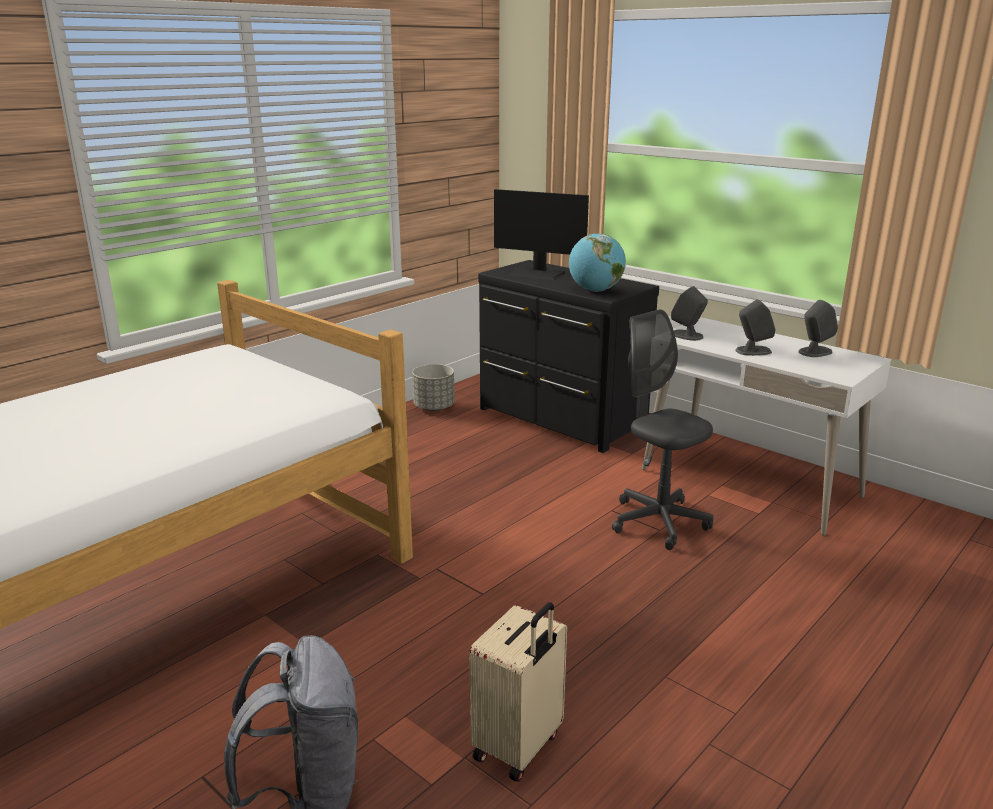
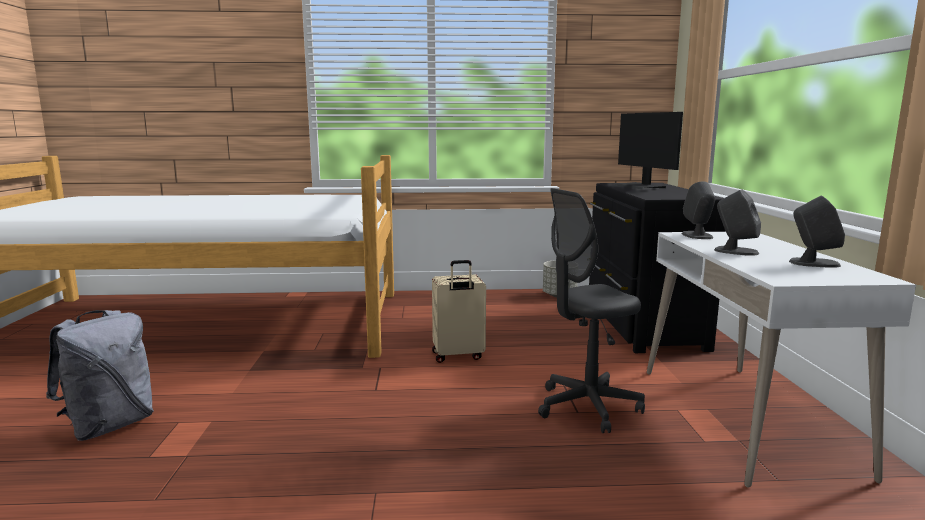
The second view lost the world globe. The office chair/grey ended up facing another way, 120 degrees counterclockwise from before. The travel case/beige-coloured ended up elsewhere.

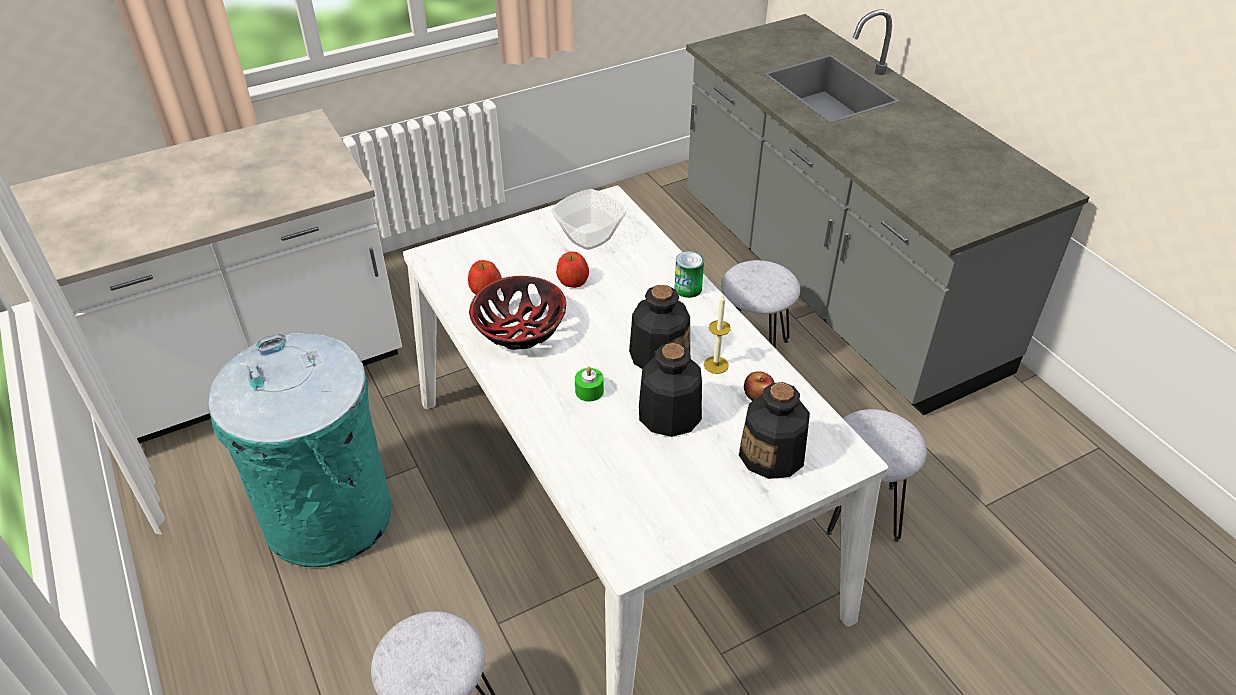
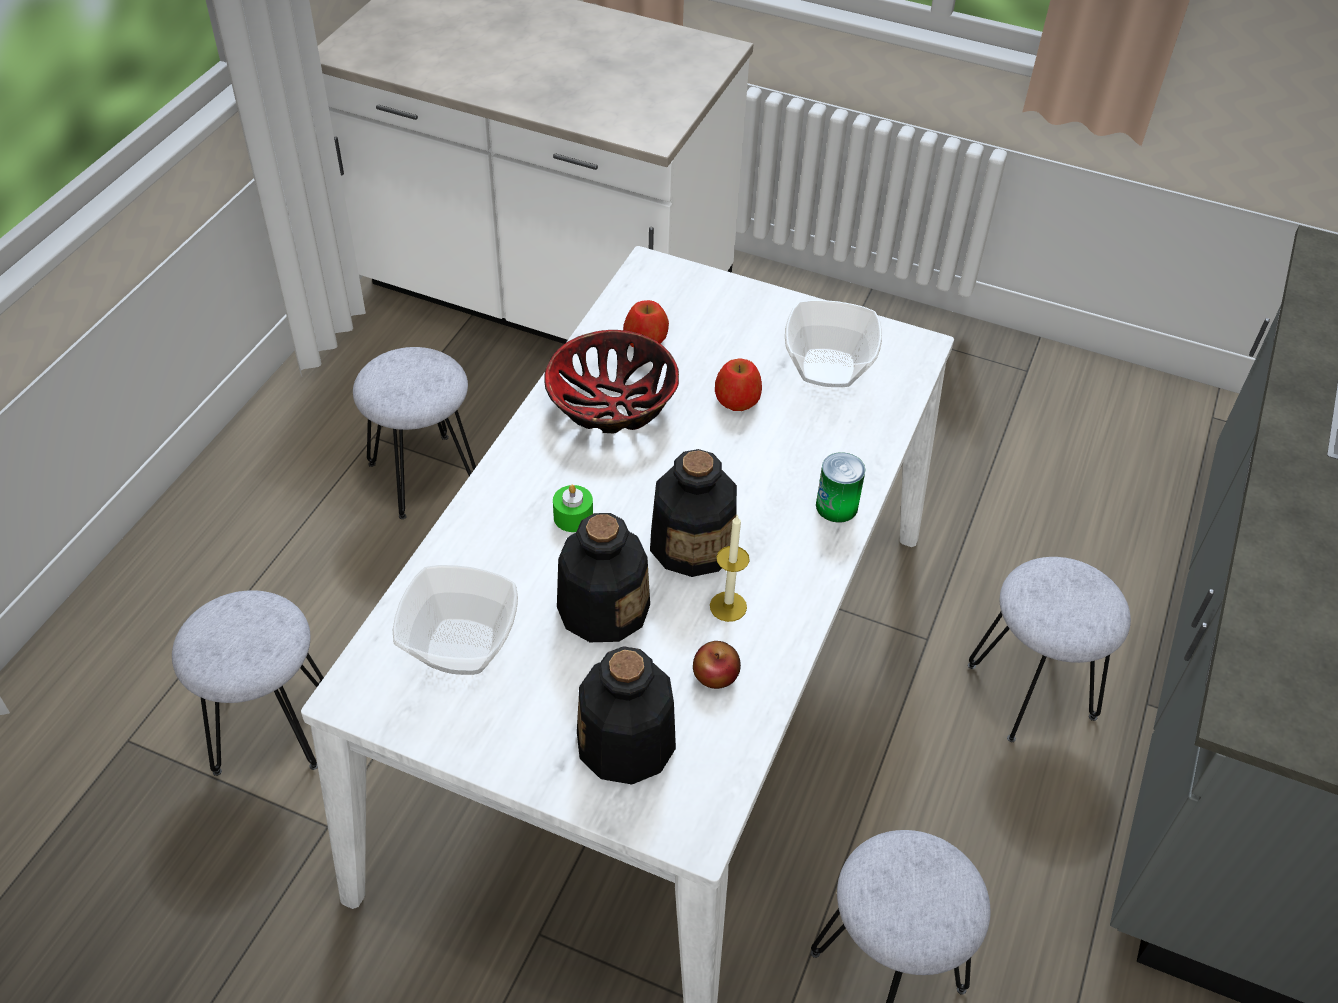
Where the trash can/blue-green stood, the sitting stool/grey (2nd from left) came to stand. The second view gained the bowl (1st from left).

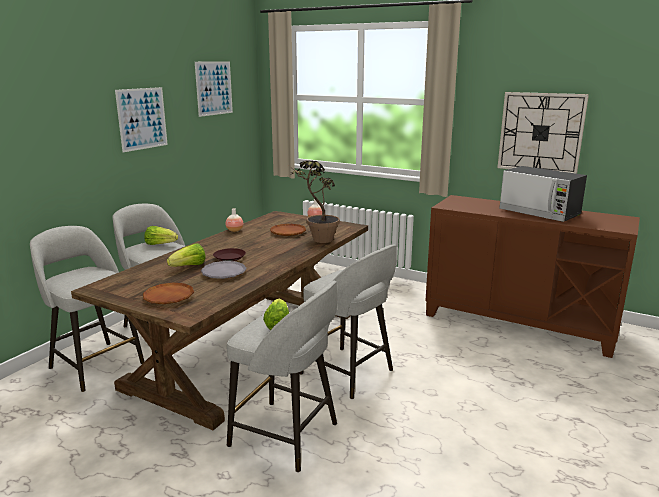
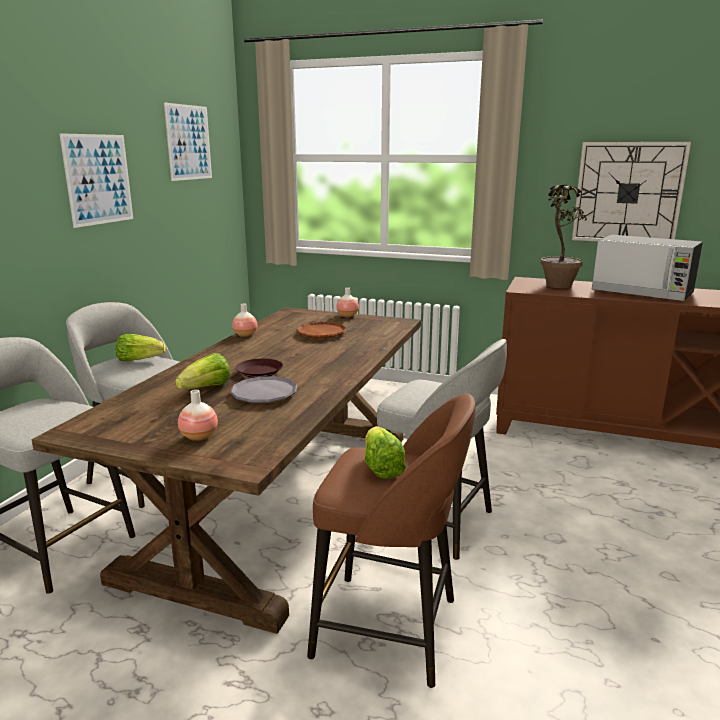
The plant in a pot ended up elsewhere. What was the sitting stool/grey (3rd from left) turned into the sitting stool/brown-coloured. Where the plate/brown-coloured (1st from left) stood, the vase (1st from left) came to stand.

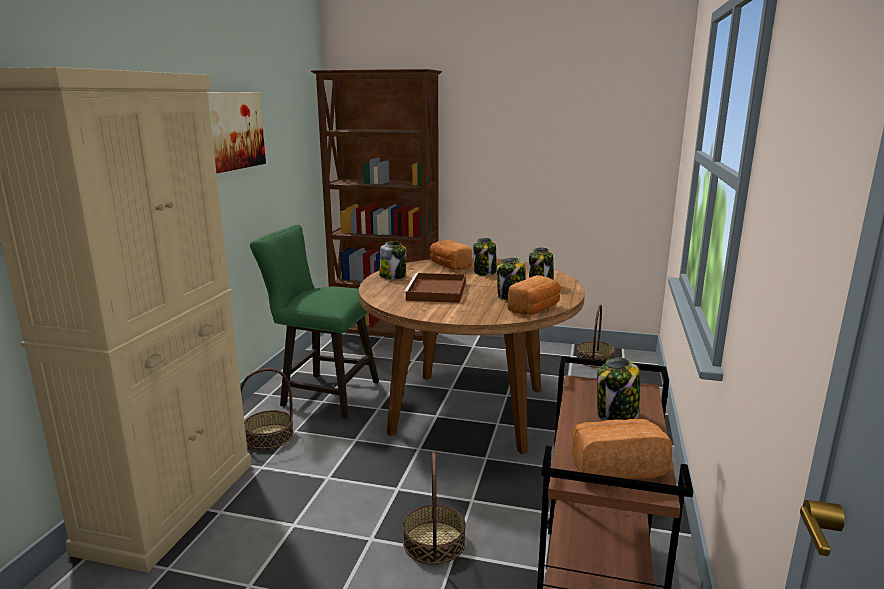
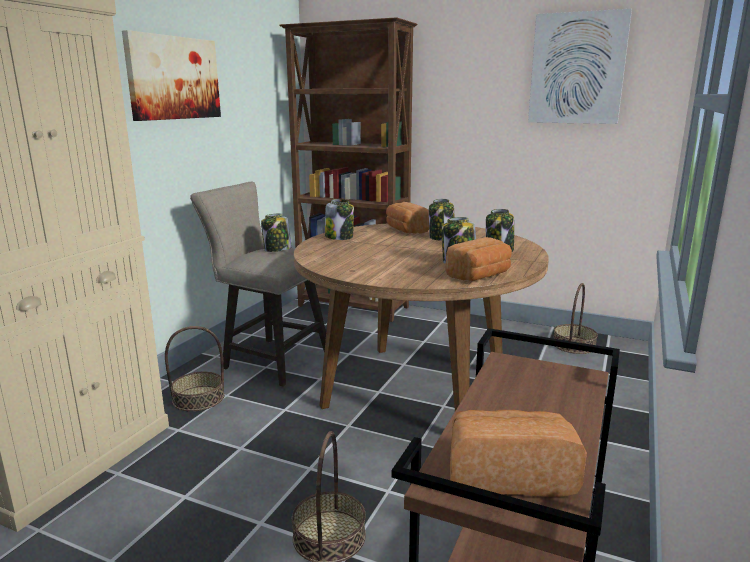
What was the sitting stool/green turned into the sitting stool/beige-coloured. The second view lost the carrying tray/brown-coloured. The jar (5th from left in the first image) ended up elsewhere. The second view gained the wall picture (2nd from left).

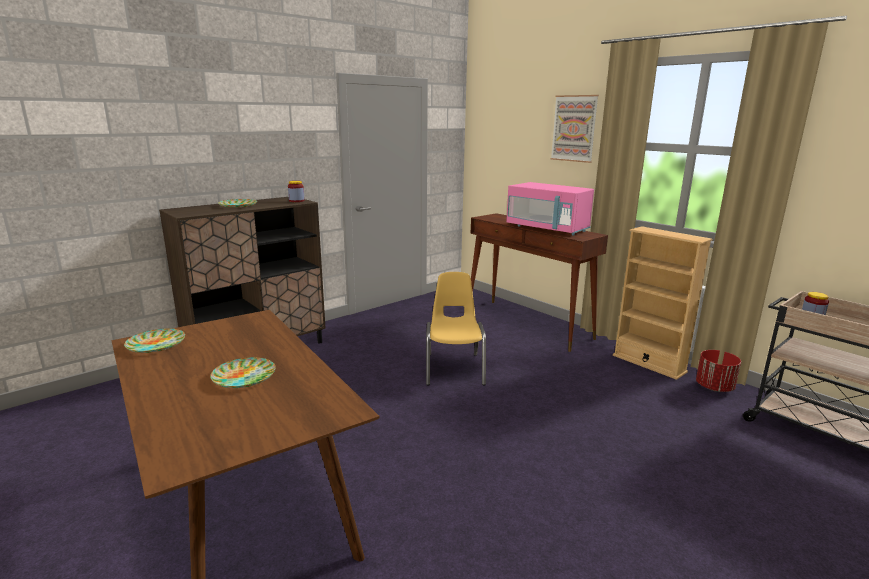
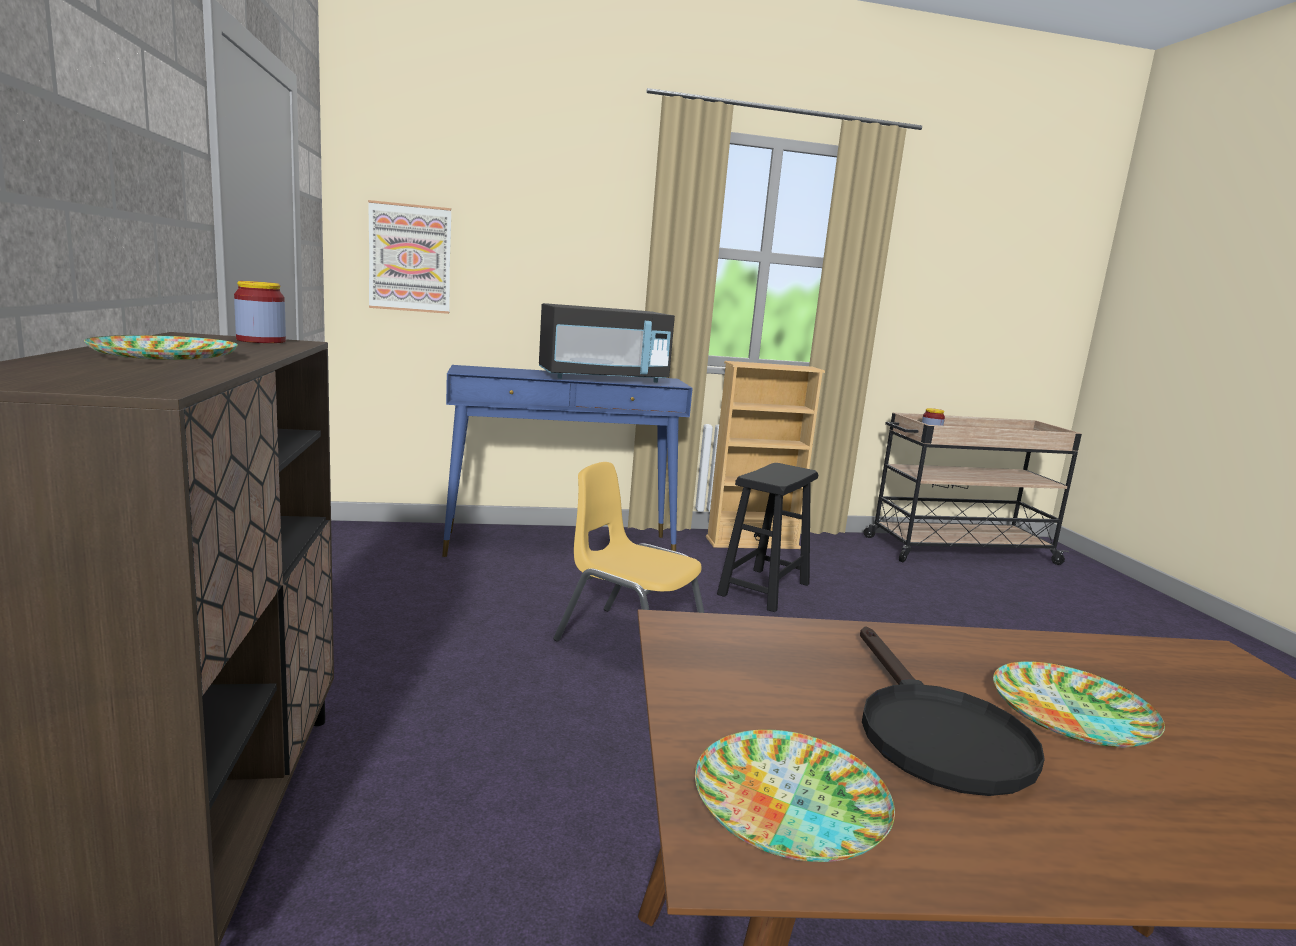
The wall picture ended up elsewhere. What was the microwave/pinkish turned into the microwave/black-coloured. What was the console table/brown-coloured turned into the console table/blue. The second view lost the flower pot/reddish. The second view gained the sitting stool/black-coloured. The second view gained the pan/black-coloured.

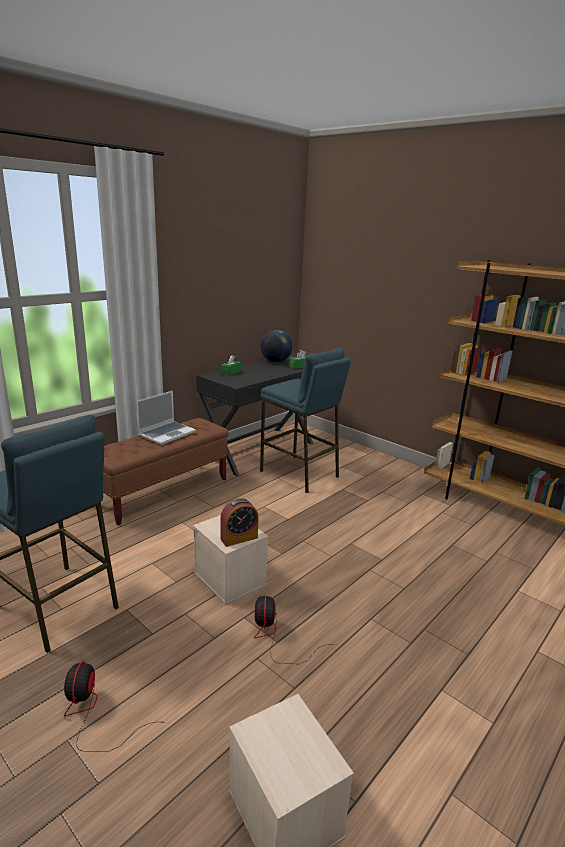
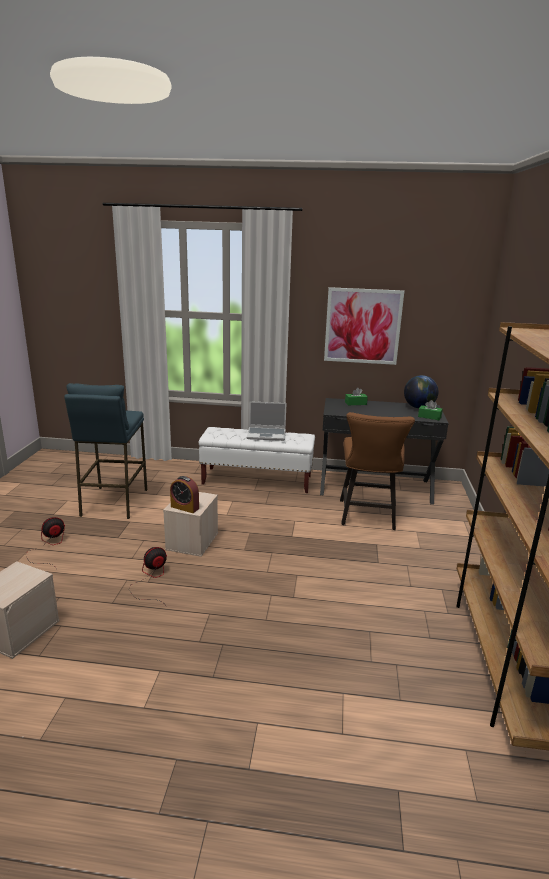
Where the sitting stool/blue (2nd from left) stood, the plain chair/brown-coloured came to stand. What was the bench/brown-coloured turned into the bench/white. The second view gained the wall picture.

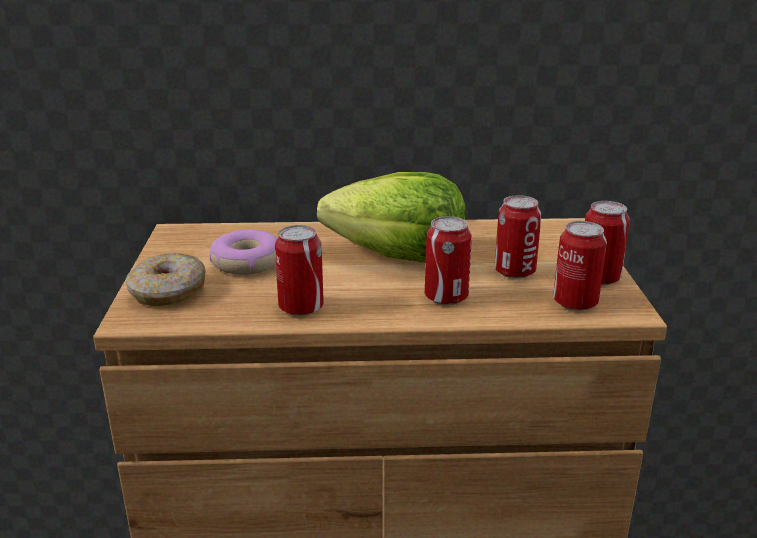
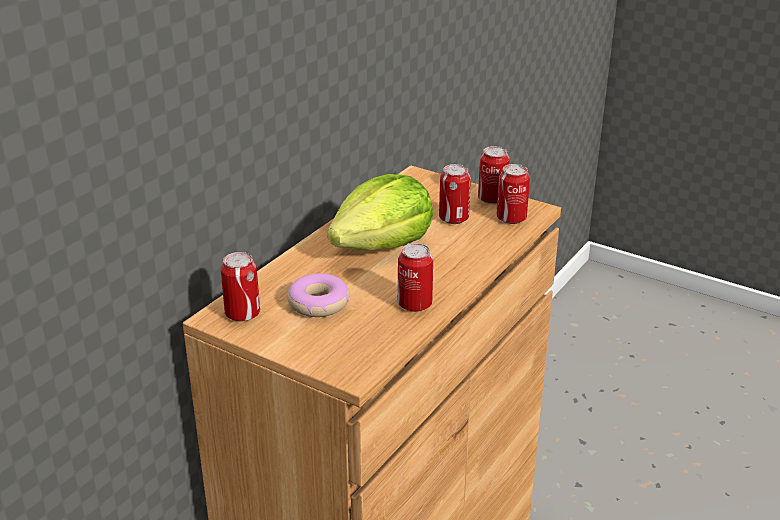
The metal can (2nd from left in the first image) ended up elsewhere. The second view lost the doughnut (1st from left).

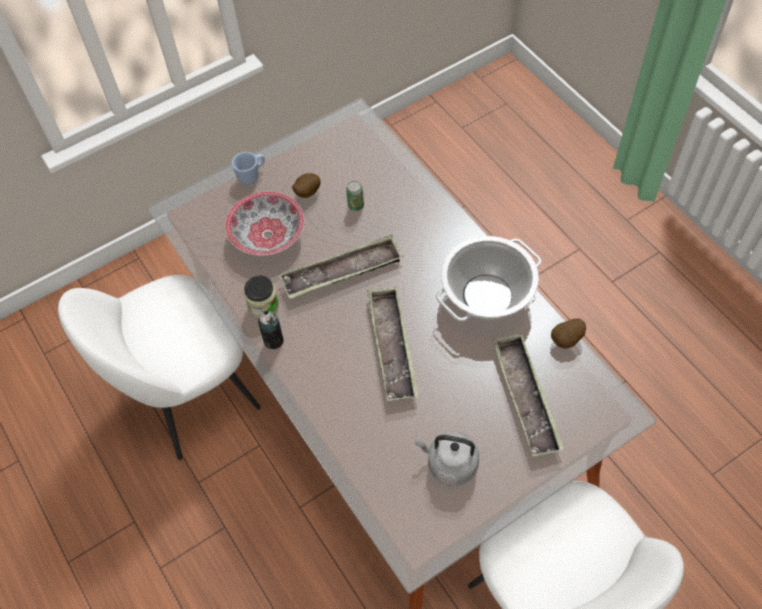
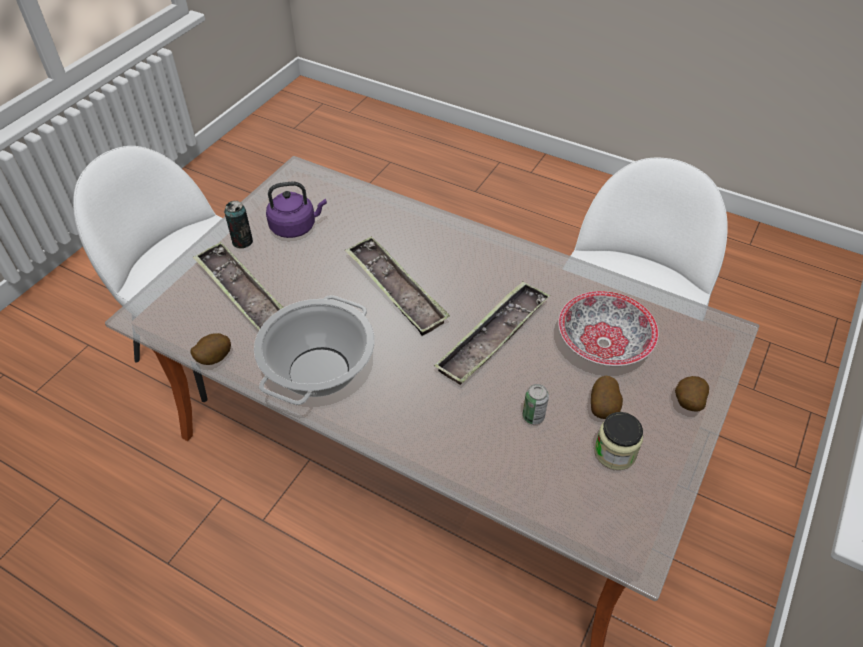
Where the mug/blue stood, the spud (3rd from left) came to stand. The jar ended up elsewhere. The metal can (1st from left) ended up elsewhere. What was the kettle/grey turned into the kettle/purplish.

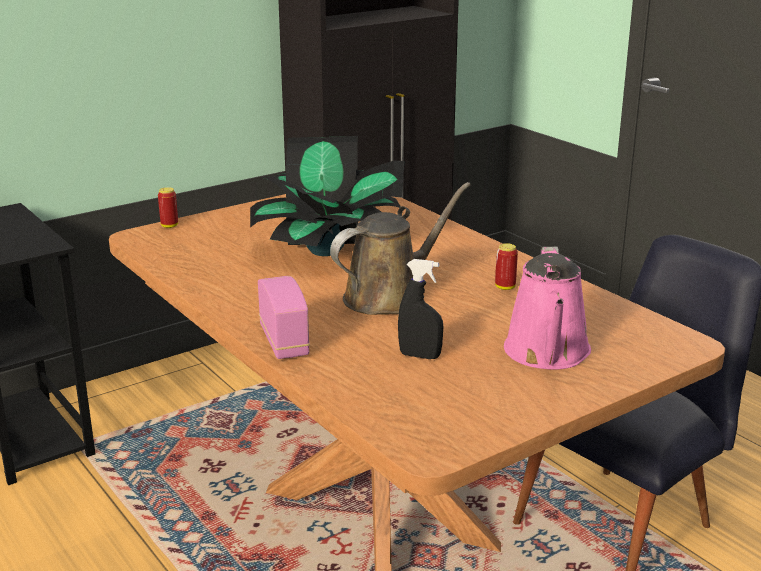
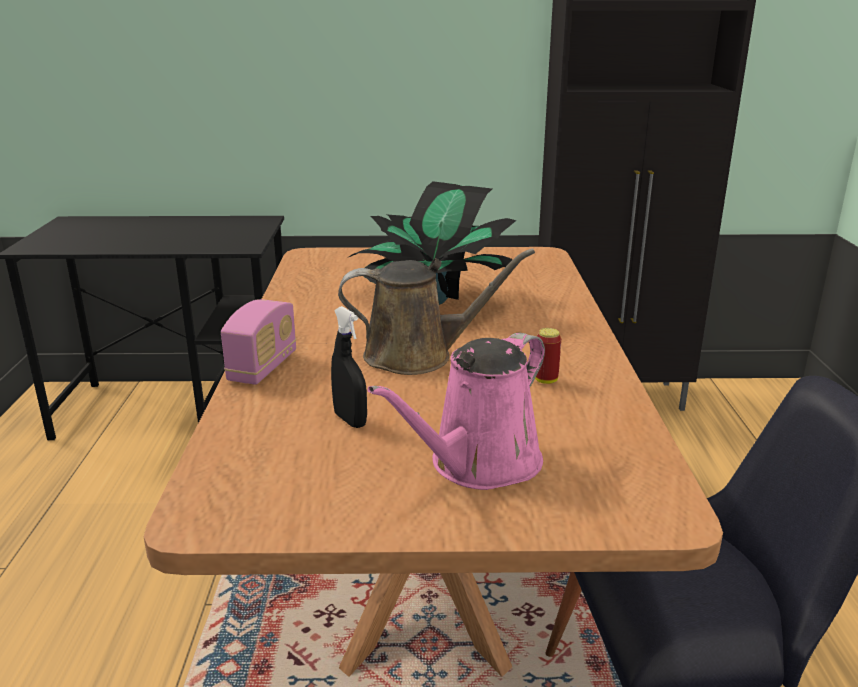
The second view lost the metal can (1st from left).

